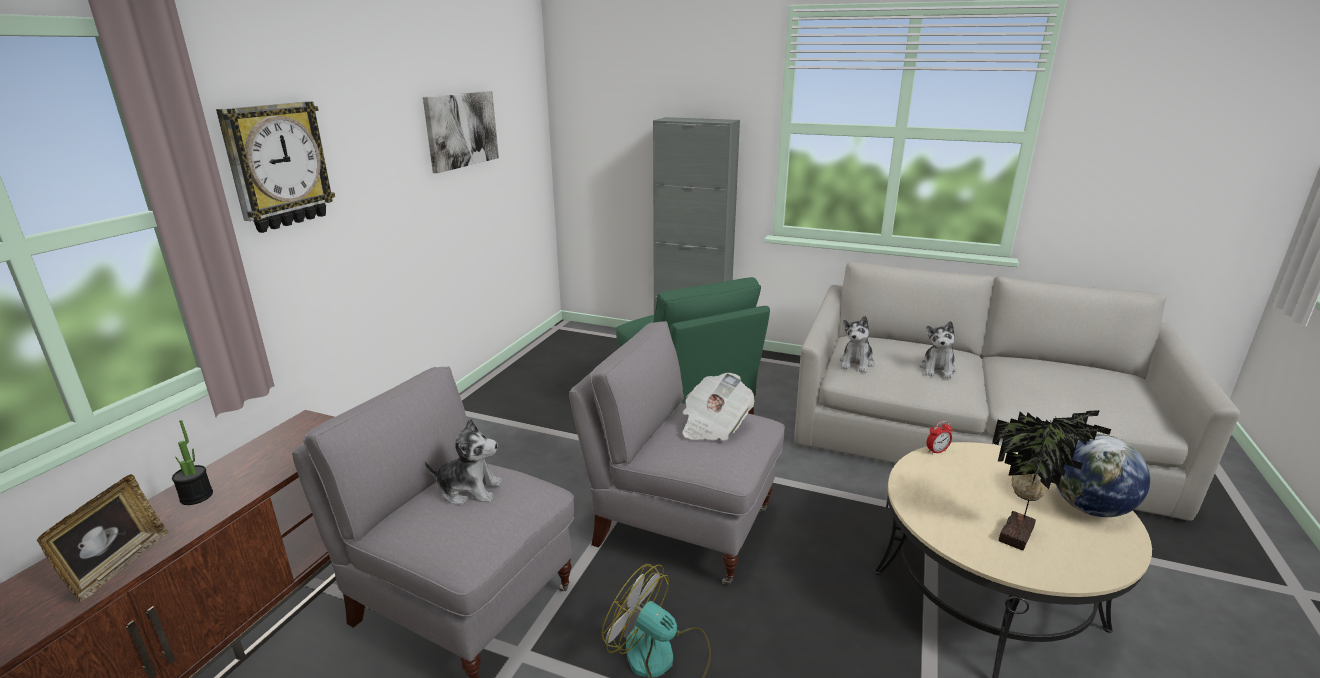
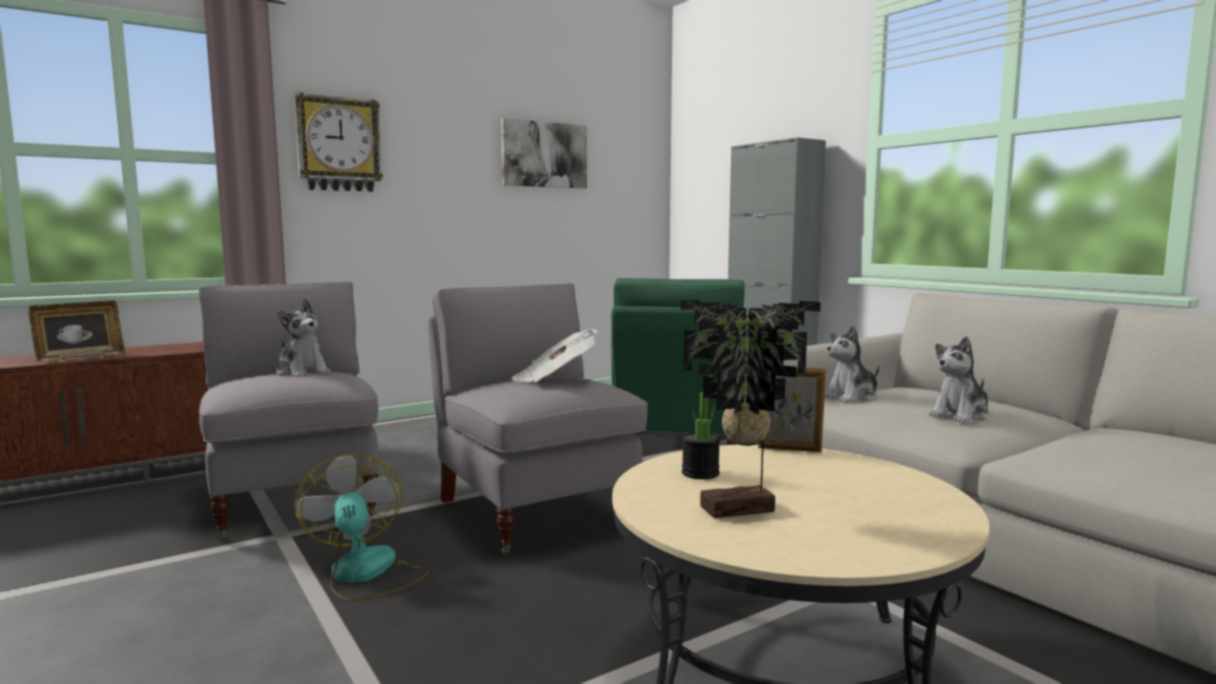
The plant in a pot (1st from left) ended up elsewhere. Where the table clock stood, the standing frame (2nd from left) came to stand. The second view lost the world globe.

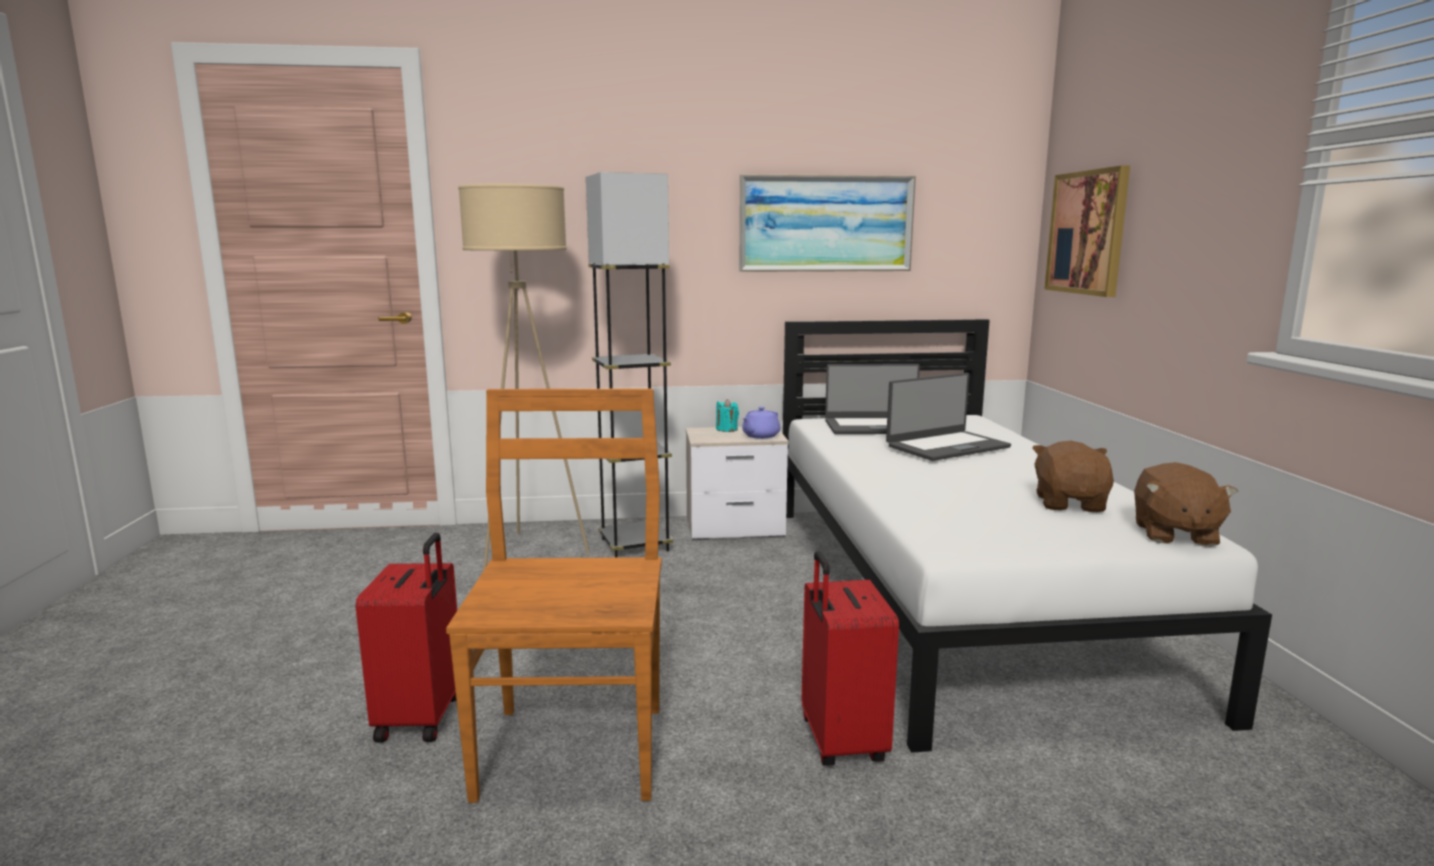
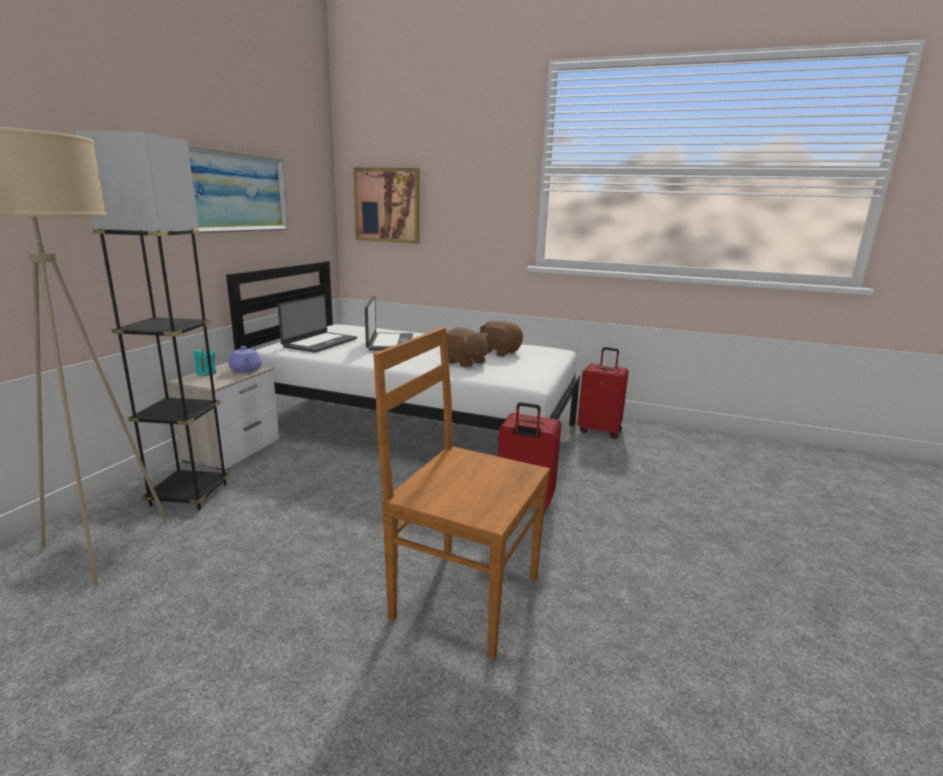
The cuddly toy/brown-coloured (2nd from left in the first image) ended up elsewhere. The travel case/reddish (1st from left in the first image) ended up elsewhere.

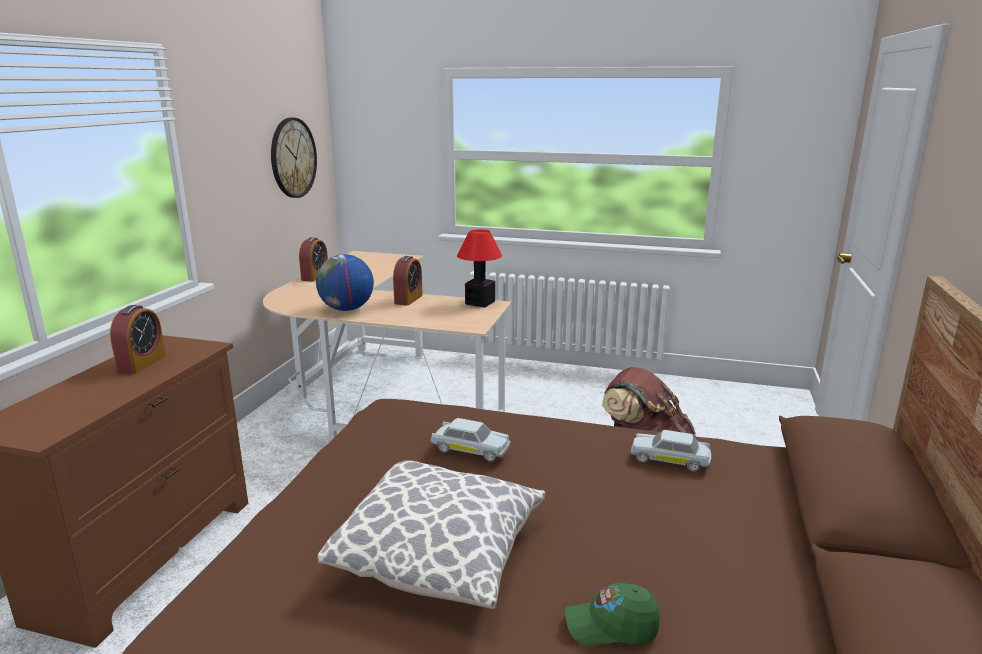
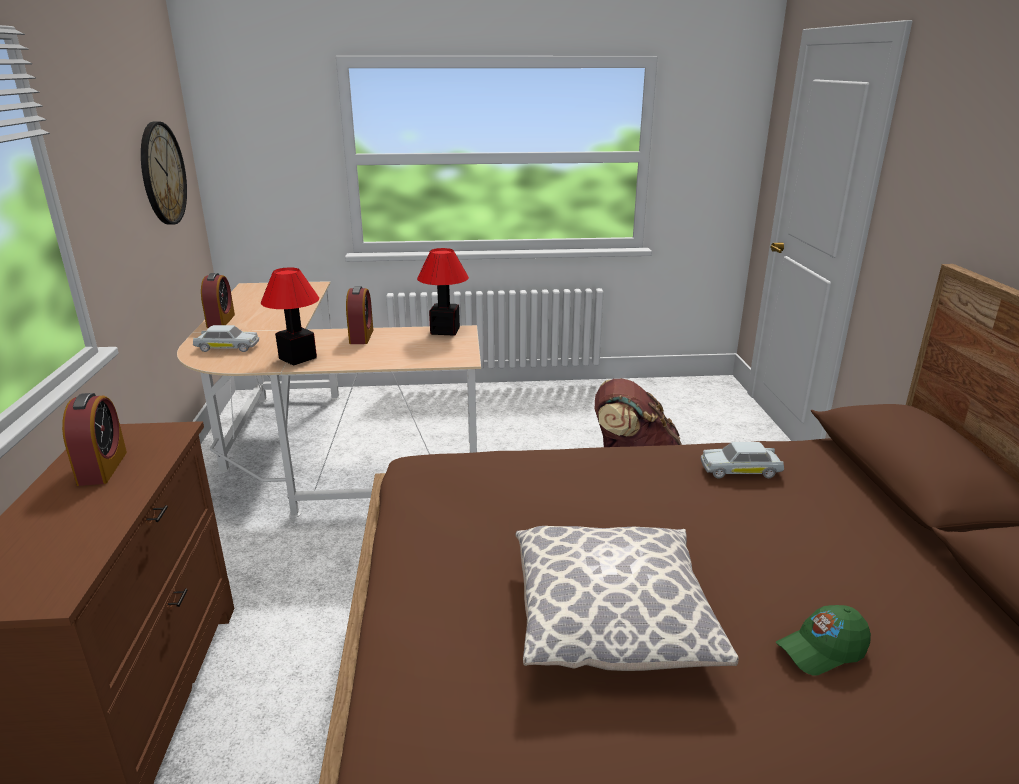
Where the world globe stood, the lamp for a table (1st from left) came to stand. The miniature car/white (1st from left) ended up elsewhere.

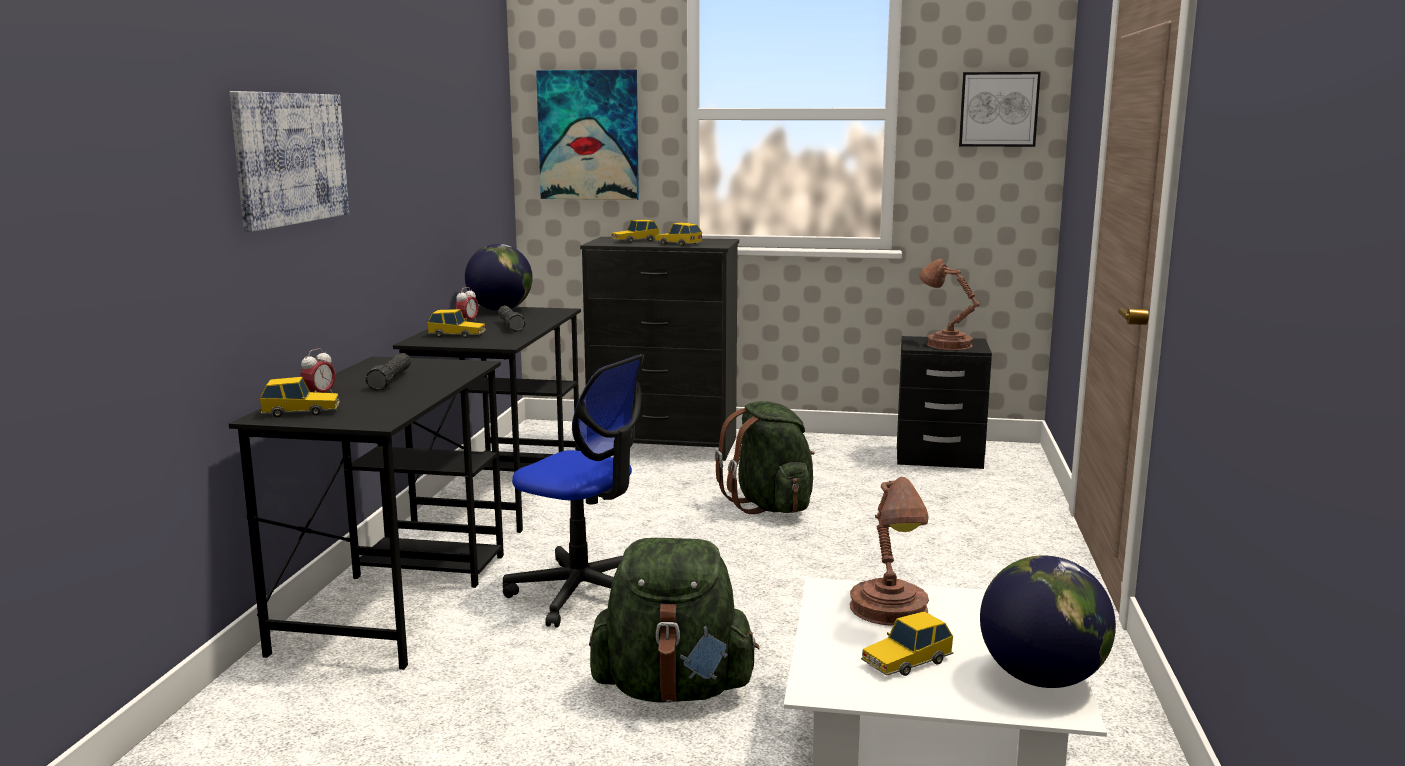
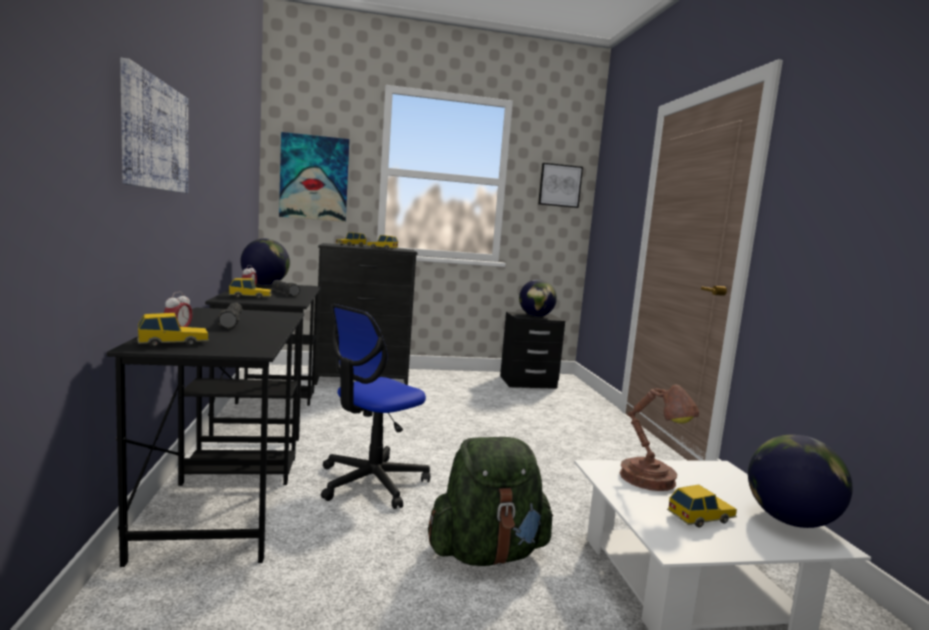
Where the lamp for a table/brown-coloured (2nd from left) stood, the world globe (2nd from left) came to stand. The office chair ended up facing another way, 120 degrees clockwise from before. The second view lost the backpack/green (2nd from left). The miniature car (5th from left) ended up facing another way, 150 degrees counterclockwise from before.

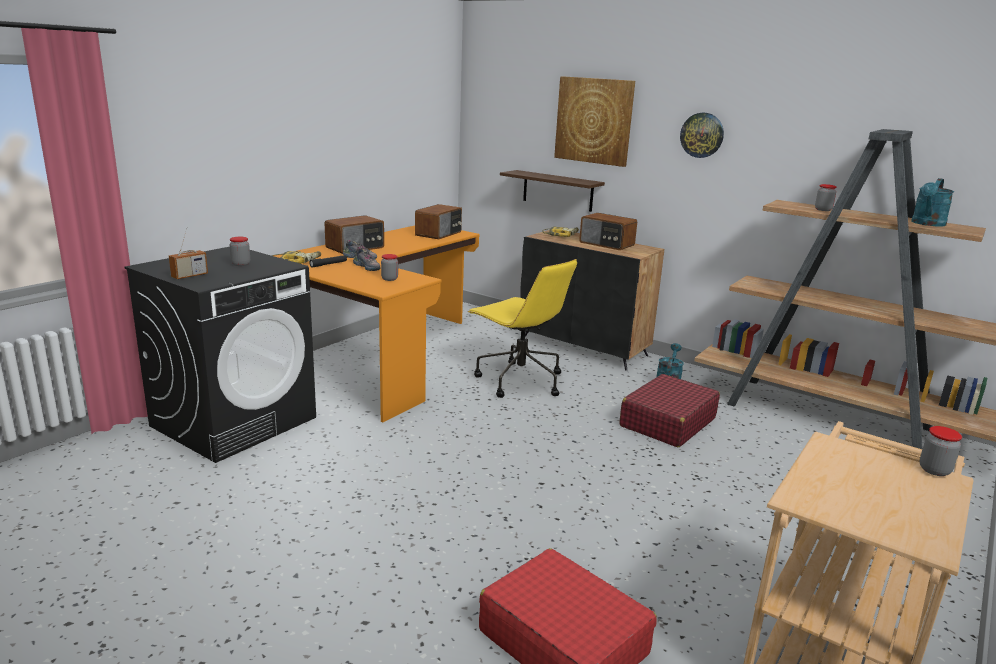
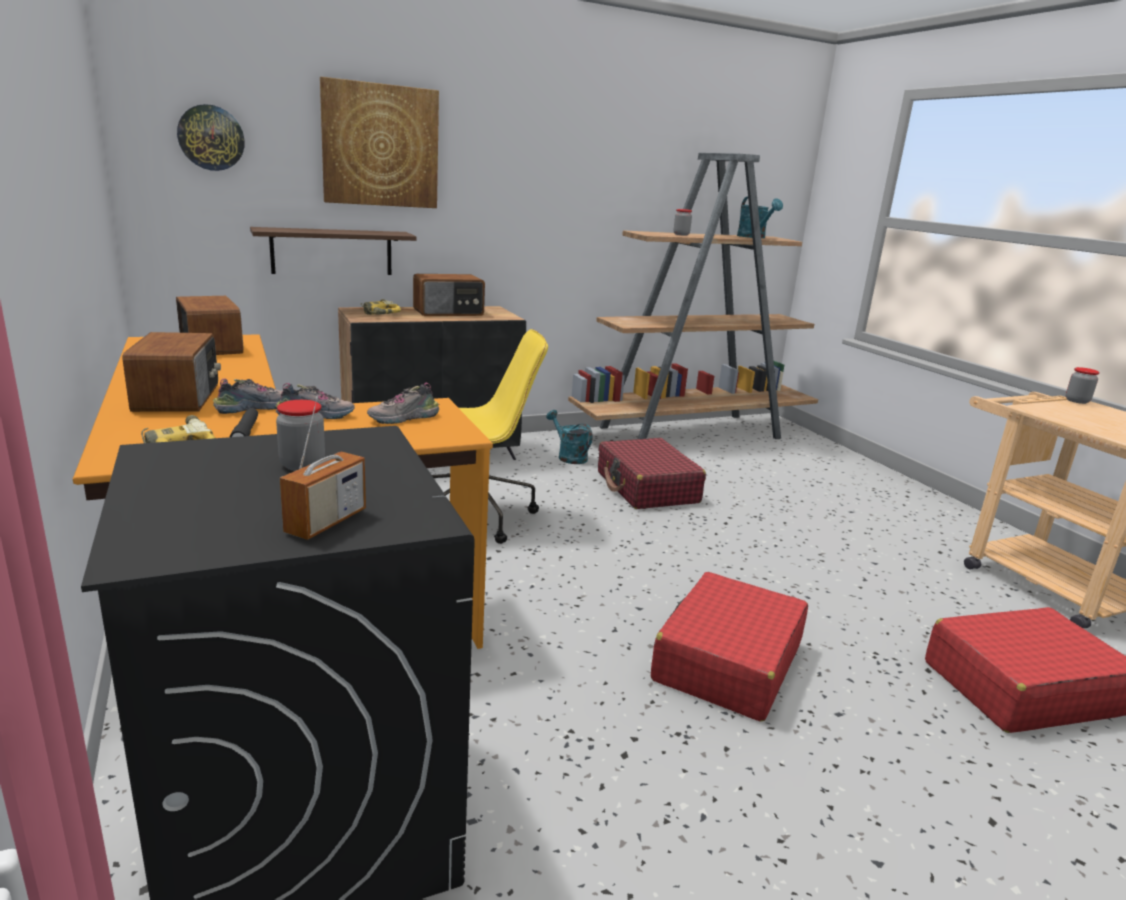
The hanging clock ended up elsewhere. The radio receiver (1st from left in the first image) ended up facing another way, 45 degrees clockwise from before. Where the jar (2nd from left) stood, the low shoe (3rd from left) came to stand. The second view gained the travel case/reddish (2nd from left).

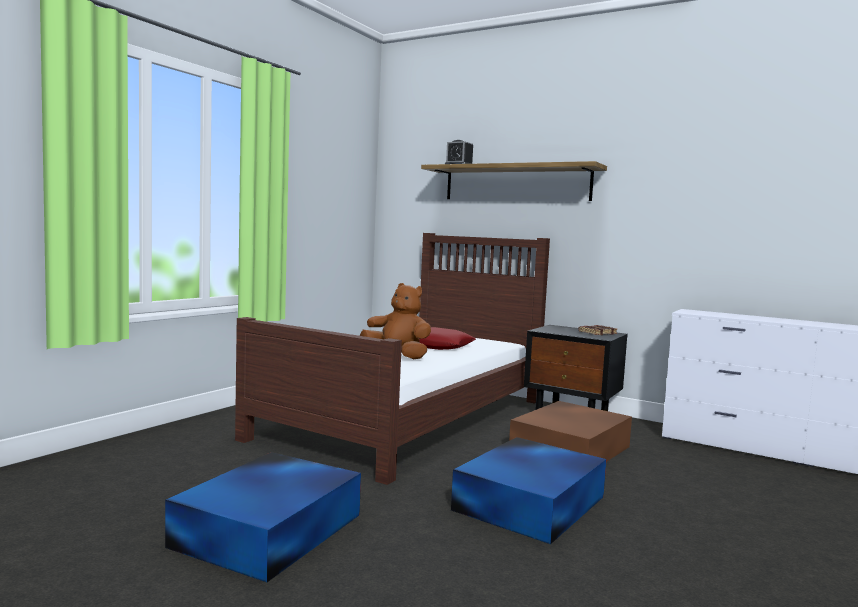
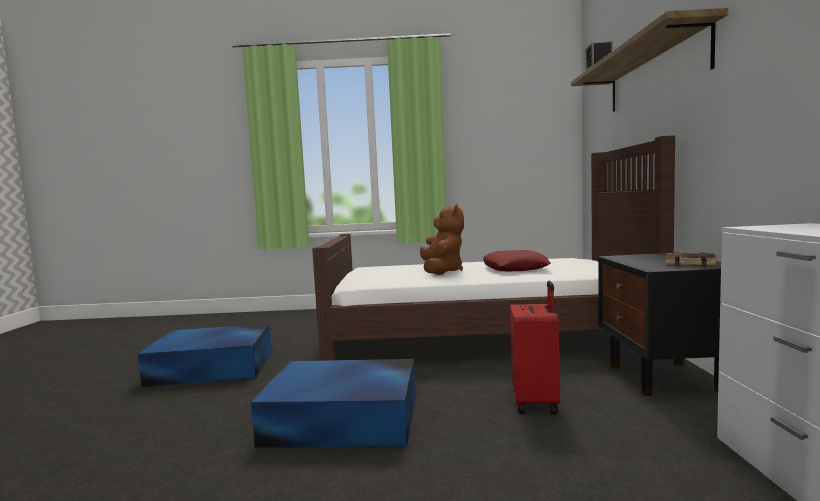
Where the storage container/brown-coloured stood, the travel case/reddish came to stand.

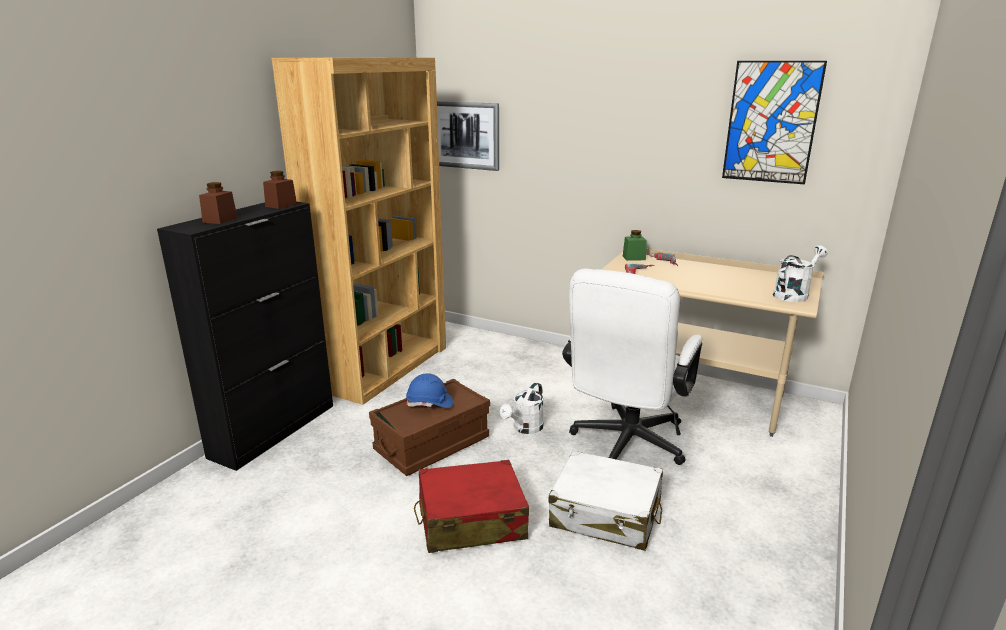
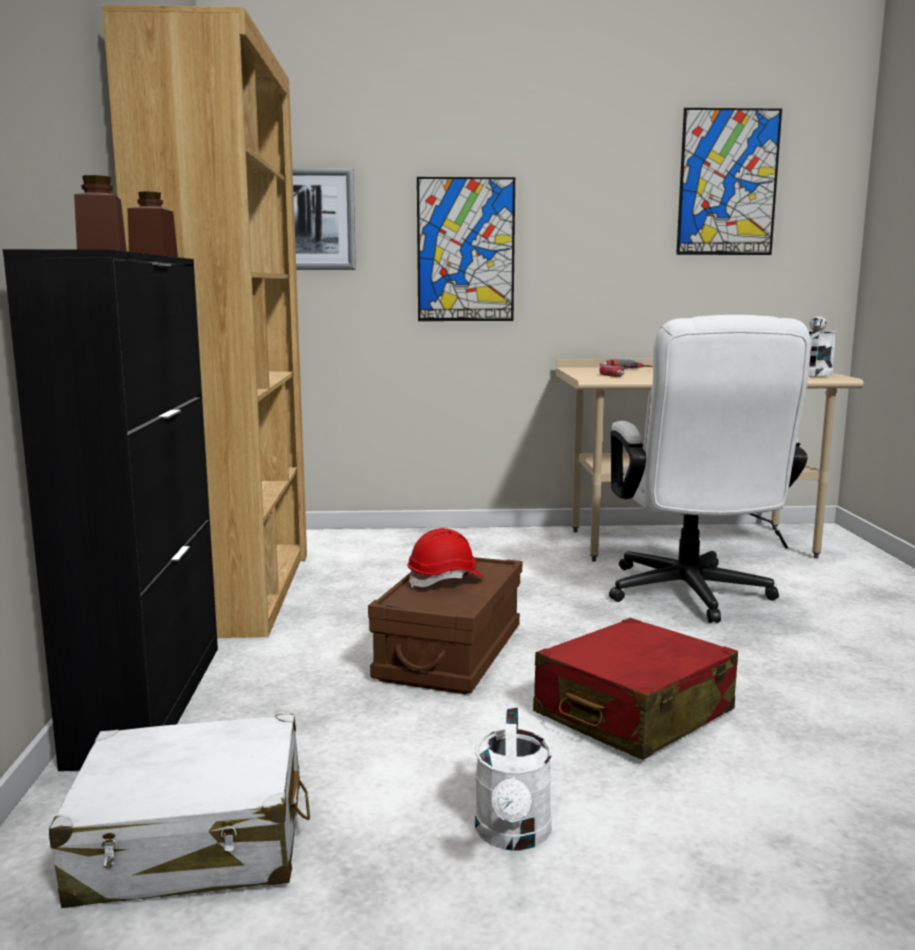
The second view lost the jar/green. What was the work helmet/blue turned into the work helmet/reddish. The sprinkling can/white (1st from left) ended up elsewhere. The travel case/white ended up elsewhere. The second view gained the wall picture (2nd from left).

